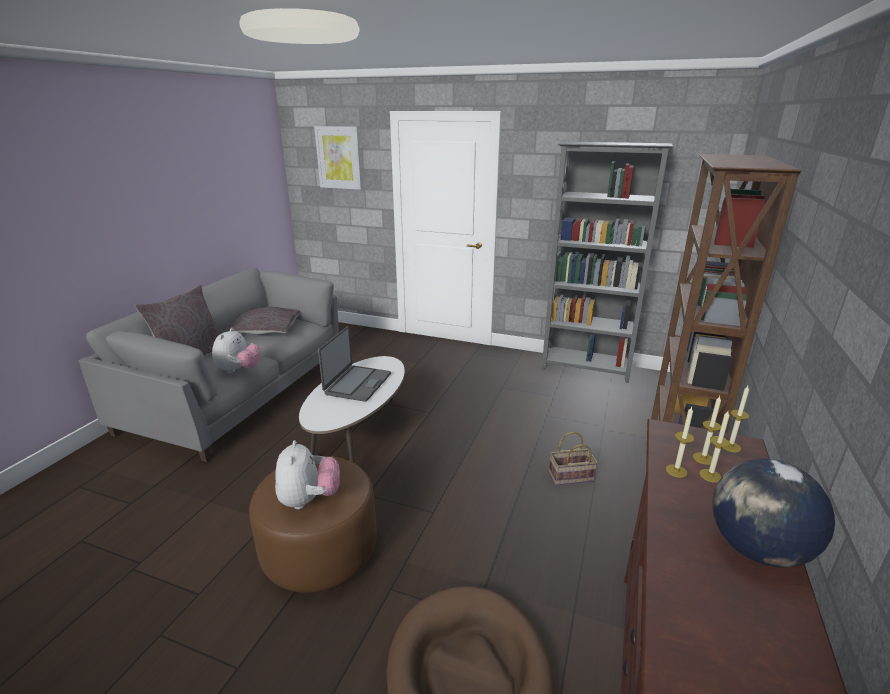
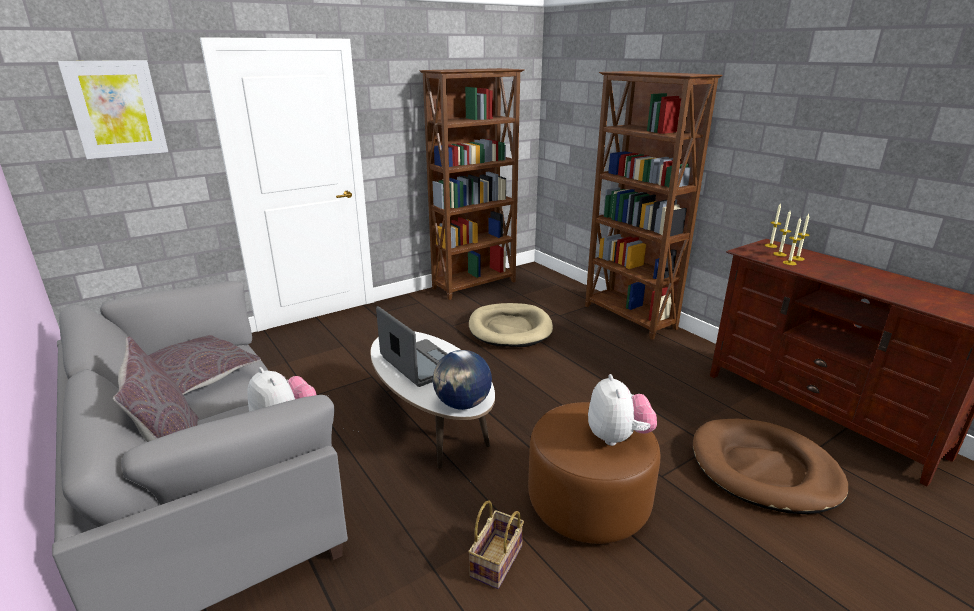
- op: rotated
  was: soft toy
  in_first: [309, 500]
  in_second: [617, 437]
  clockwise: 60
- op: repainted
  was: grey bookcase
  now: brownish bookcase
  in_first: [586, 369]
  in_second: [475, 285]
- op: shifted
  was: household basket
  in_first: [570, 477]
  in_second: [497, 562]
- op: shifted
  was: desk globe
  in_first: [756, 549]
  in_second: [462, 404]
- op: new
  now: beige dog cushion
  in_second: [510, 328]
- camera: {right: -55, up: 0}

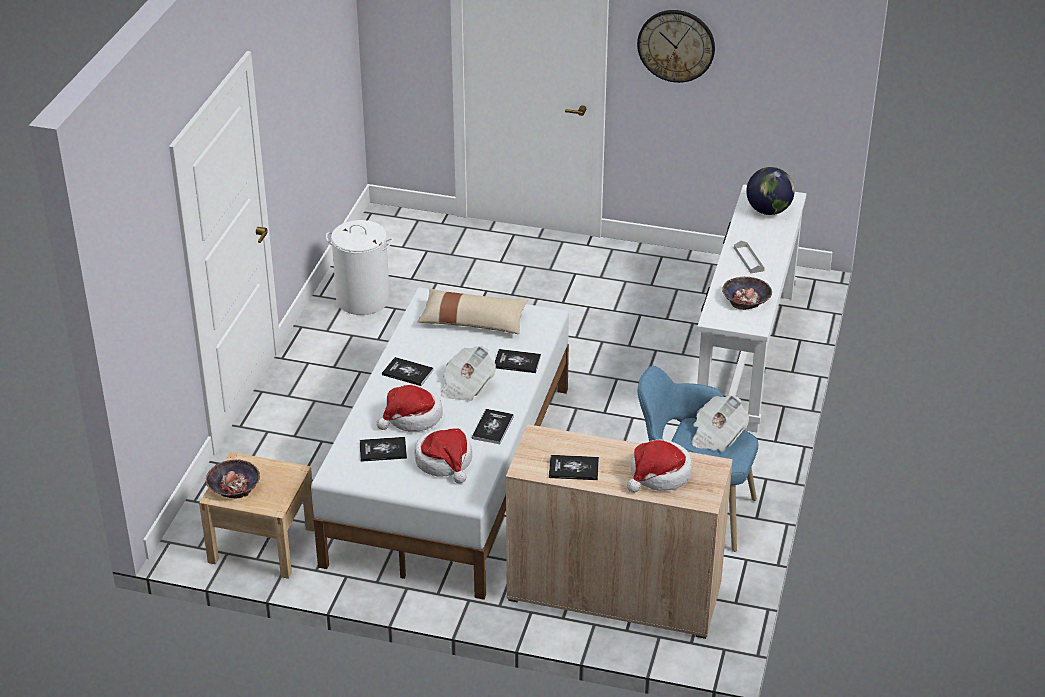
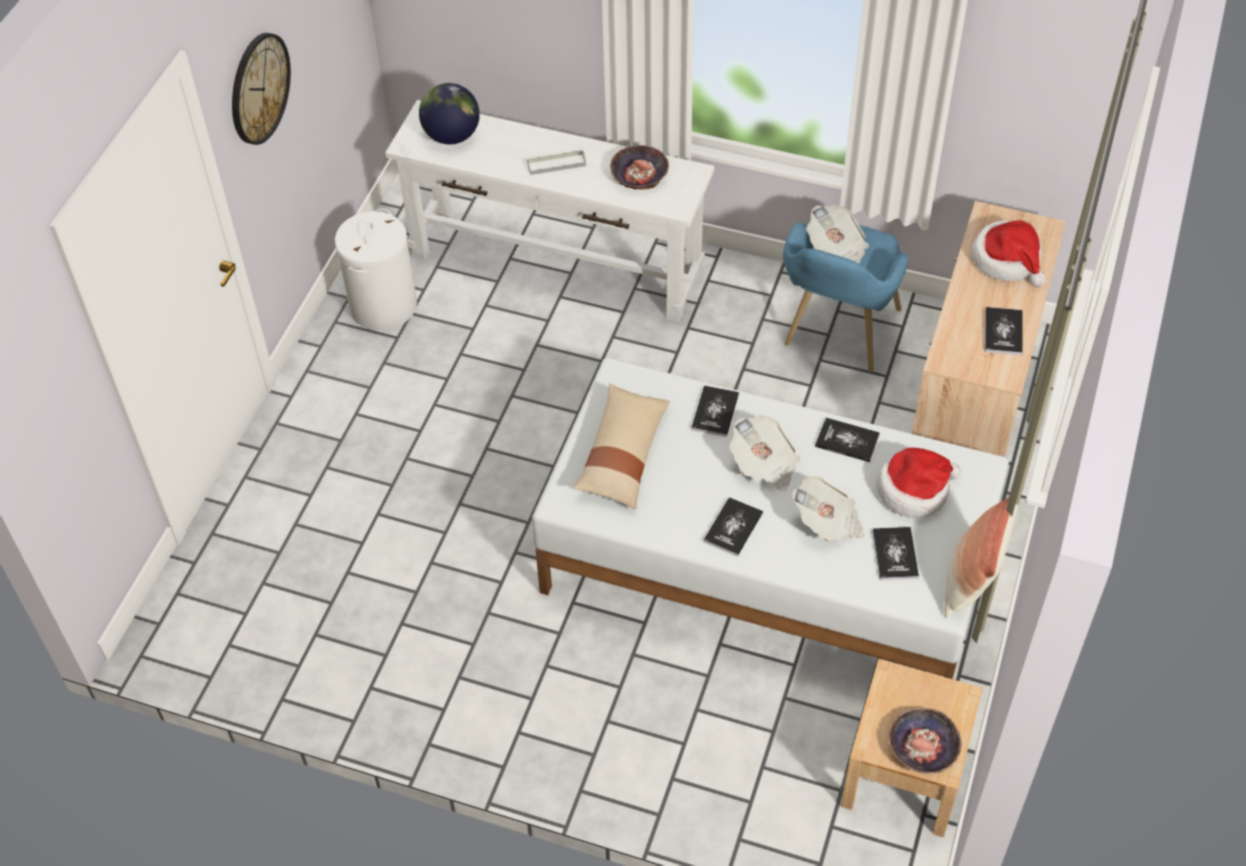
- op: shifted
  was: white-coloured laundry basket
  in_first: [363, 300]
  in_second: [383, 305]
- op: swapped
  was: hat
  now: daily paper
  in_first: [412, 417]
  in_second: [828, 523]
- op: new
  now: cushion
  in_second: [971, 580]
- camera: {right: -85, up: 15}

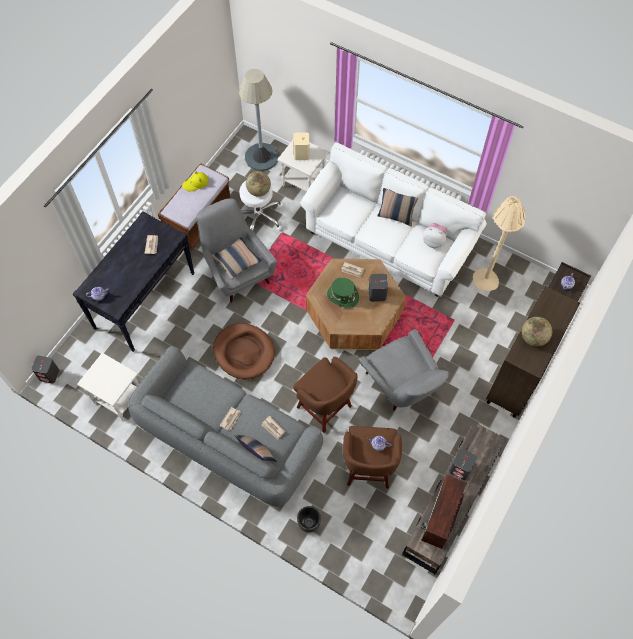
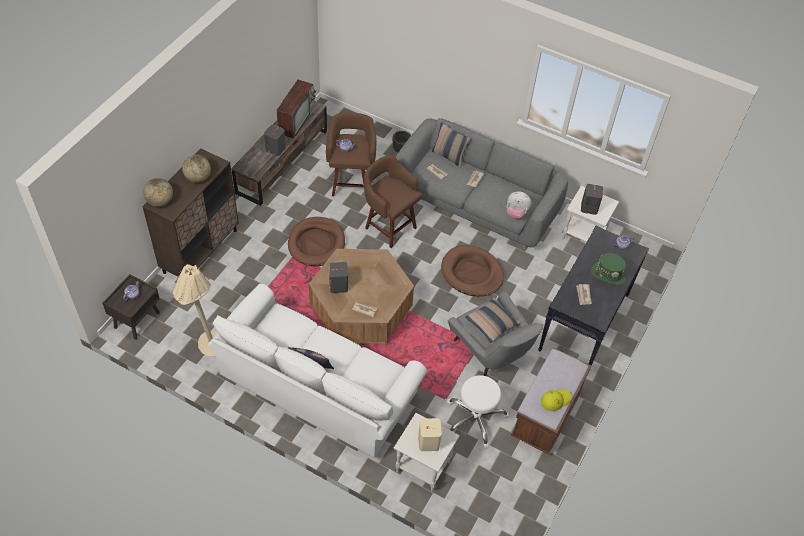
- op: shifted
  was: grey speaker
  in_first: [49, 375]
  in_second: [589, 207]
- op: gone
  was: grey standard lamp
  in_first: [261, 157]
- op: shifted
  was: desk globe
  in_first: [259, 191]
  in_second: [160, 202]
- op: shifted
  was: green-coloured hat
  in_first: [342, 296]
  in_second: [608, 274]
- op: swapped
  was: grey lounge chair
  now: brownish dog cushion
  in_first: [401, 386]
  in_second: [316, 243]
- op: shifted
  was: soft toy
  in_first: [433, 241]
  in_second: [516, 213]
- camera: {right: 175, up: -10}

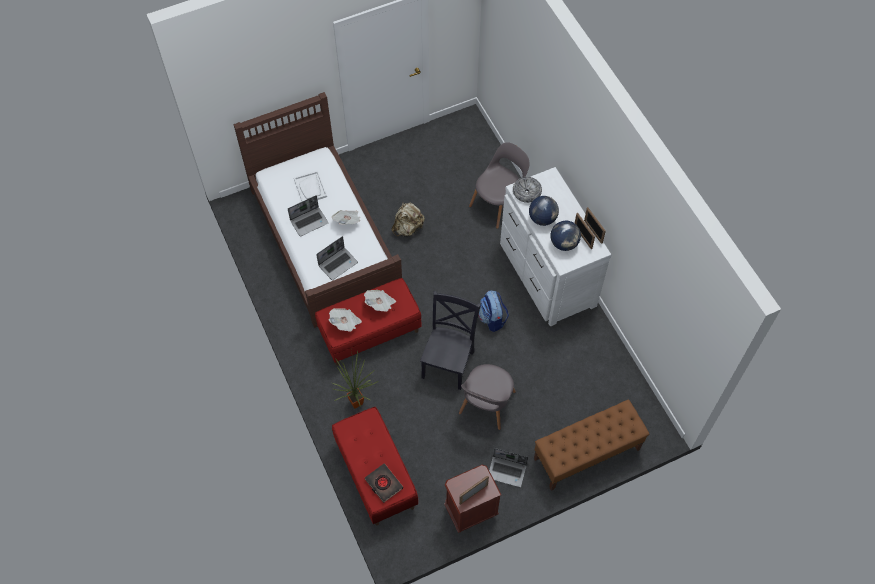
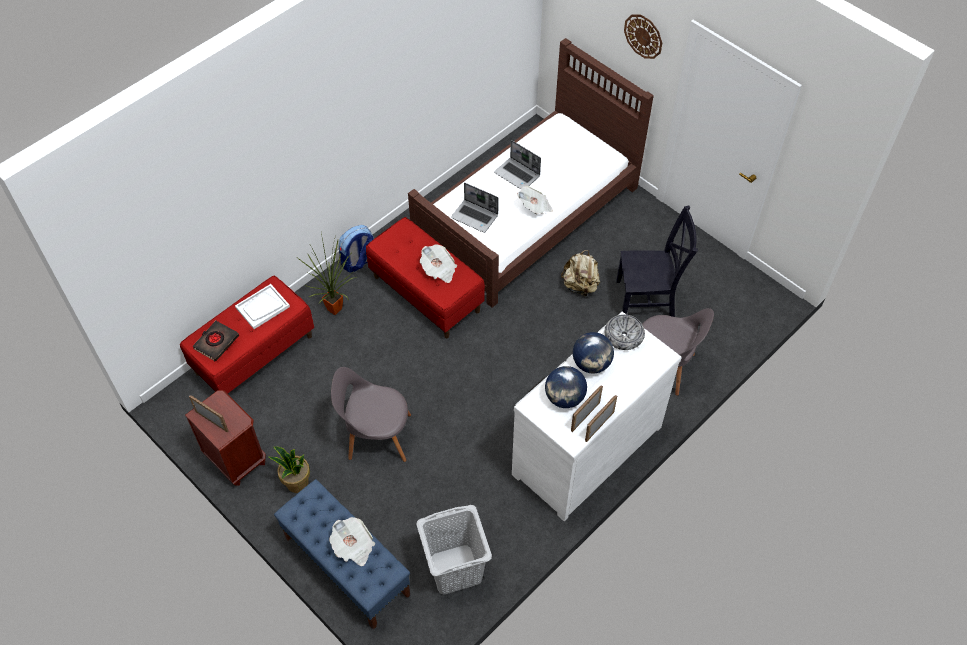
- op: shifted
  was: white-coloured serving tray
  in_first: [310, 188]
  in_second: [262, 307]
- op: shifted
  was: daily paper
  in_first: [345, 323]
  in_second: [353, 547]
- op: shifted
  was: black upright chair
  in_first: [449, 362]
  in_second: [648, 299]
- op: shifted
  was: rucksack
  in_first: [492, 319]
  in_second: [358, 262]
- op: swapped
  was: notebook computer
  now: potted plant
  in_first: [507, 471]
  in_second: [297, 483]
- op: repainted
  was: brownish bench
  now: bluish bench
  in_first: [586, 454]
  in_second: [346, 566]
- op: new
  now: grey laundry basket
  in_second: [455, 569]
- op: new
  now: wall clock
  in_second: [643, 36]
- camera: {right: 70, up: -5}

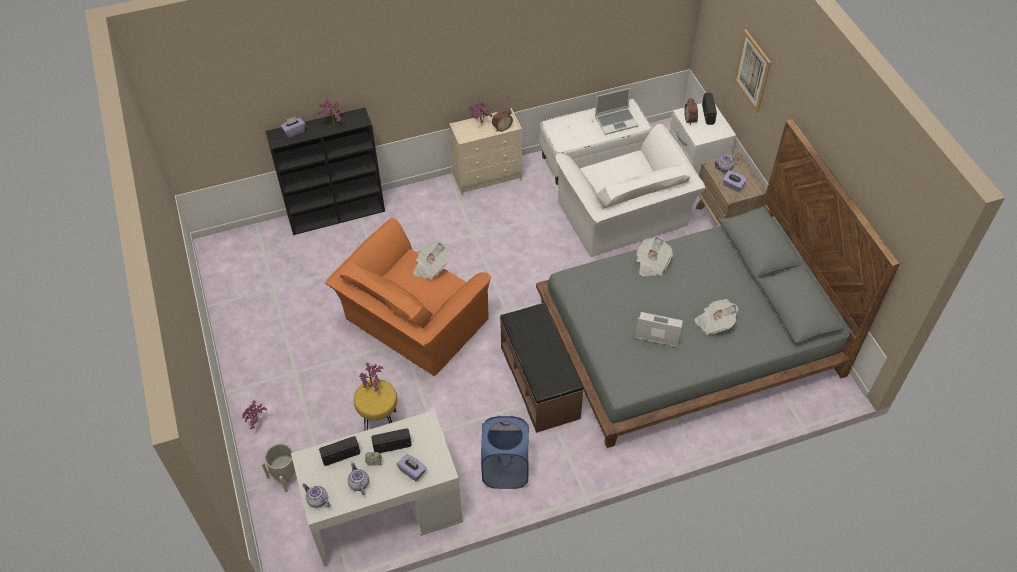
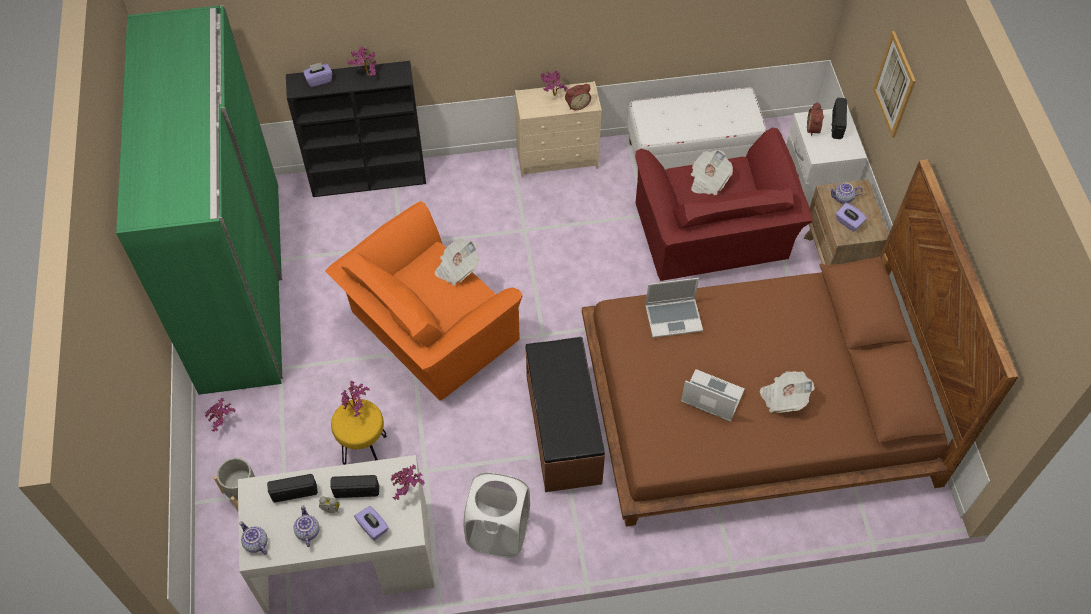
- op: repainted
  was: bluish laundry basket
  now: white-coloured laundry basket
  in_first: [505, 470]
  in_second: [498, 532]
- op: repainted
  was: grey bed
  now: brownish bed
  in_first: [688, 338]
  in_second: [755, 405]
- op: repainted
  was: white-coloured lounge chair
  now: reddish lounge chair
  in_first: [625, 218]
  in_second: [713, 237]
- op: shifted
  was: notebook computer
  in_first: [616, 121]
  in_second: [674, 318]
- op: shifted
  was: daily paper
  in_first: [651, 264]
  in_second: [708, 180]
- op: new
  now: green-coloured clothes cupboard
  in_second: [239, 285]
- op: new
  now: potted plant
  in_second: [409, 490]
- camera: {right: 10, up: 5}

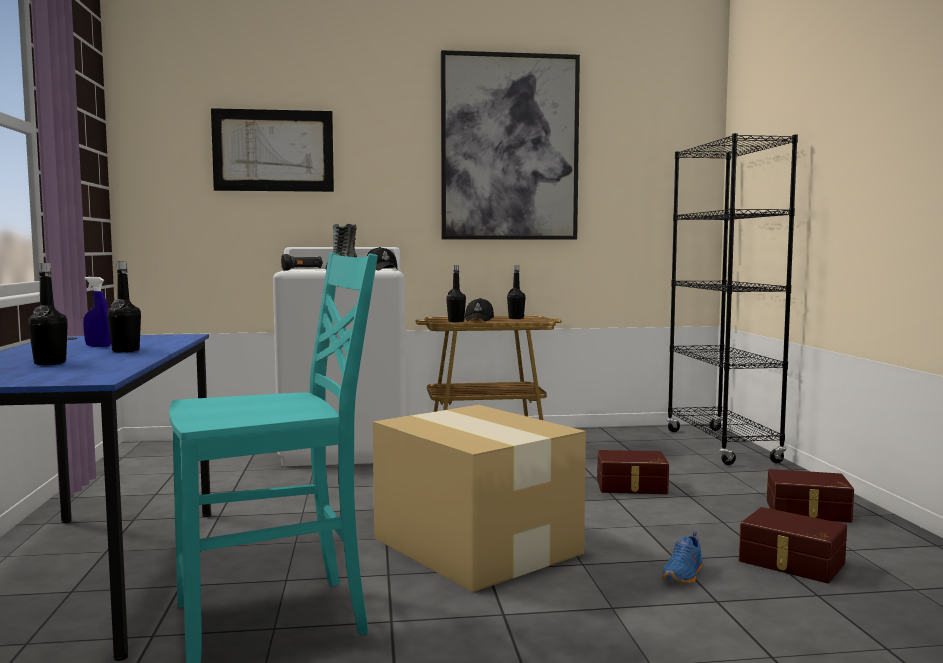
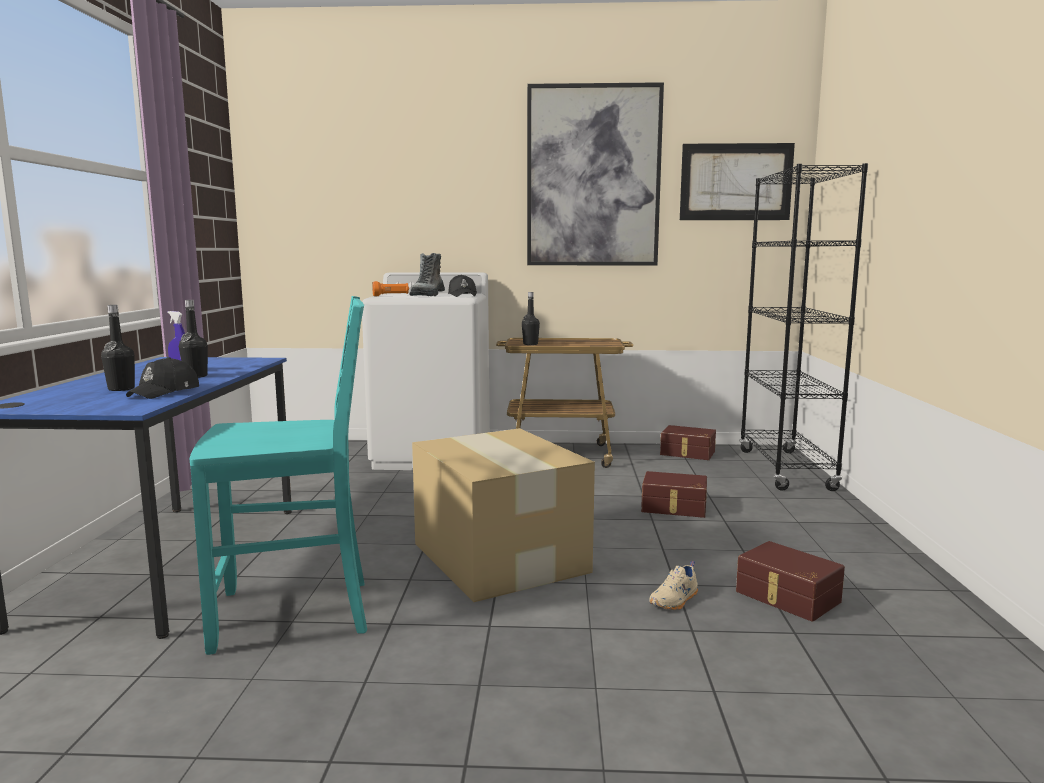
- op: shifted
  was: wall picture
  in_first: [273, 150]
  in_second: [736, 182]
- op: repainted
  was: black flashlight
  now: orange flashlight
  in_first: [302, 270]
  in_second: [391, 296]
- op: shifted
  was: black cap
  in_first: [480, 319]
  in_second: [165, 392]
- op: gone
  was: black bottle
  in_first: [516, 318]
- op: repainted
  was: bluish item of footwear
  now: beige item of footwear
  in_first: [684, 574]
  in_second: [675, 601]
- op: shifted
  was: brownish storage box
  in_first: [808, 511]
  in_second: [687, 453]
- camera: {right: 10, up: 5}

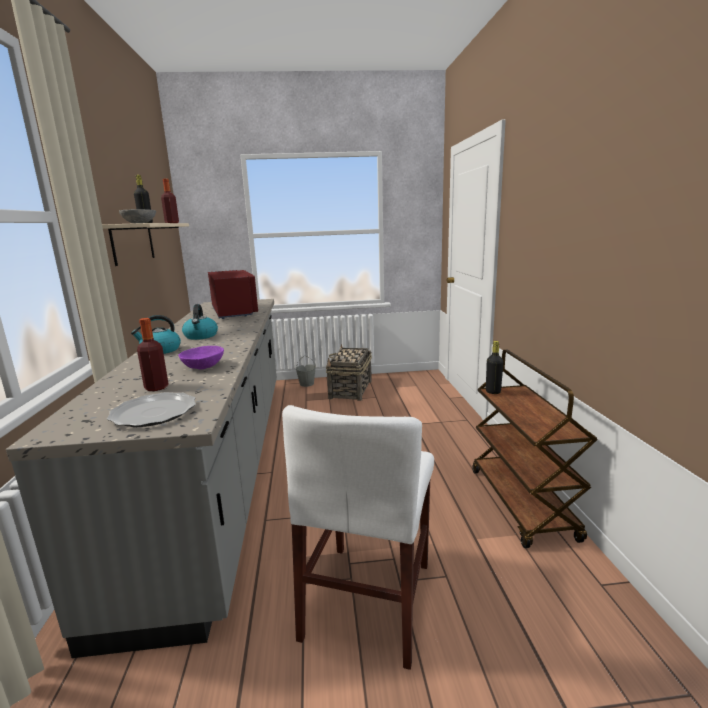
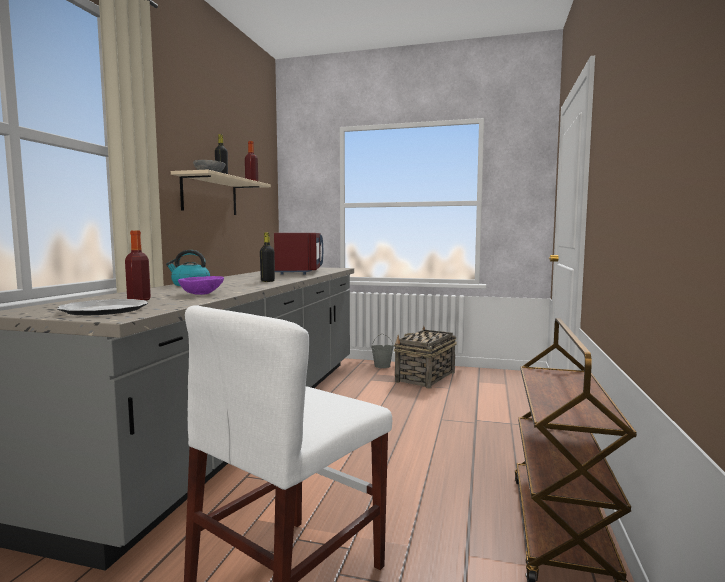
- op: gone
  was: tea kettle
  in_first: [201, 336]
- op: shifted
  was: black bottle
  in_first: [493, 391]
  in_second: [267, 281]
- camera: {right: 20, up: -10}

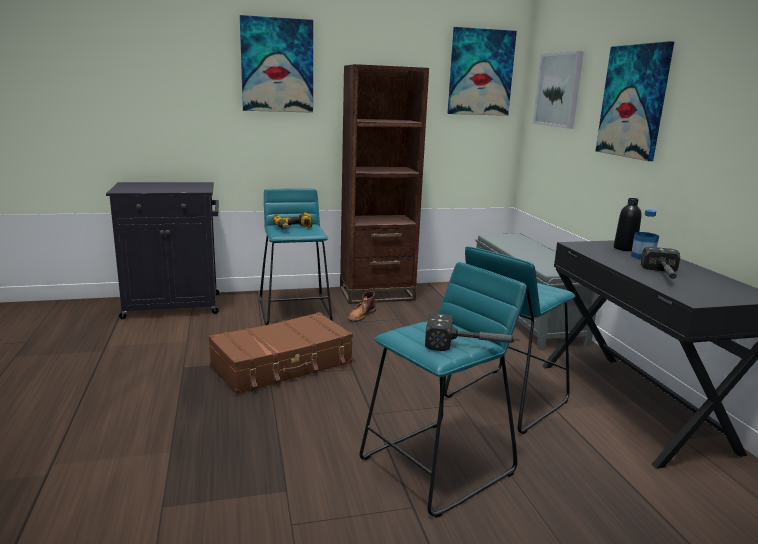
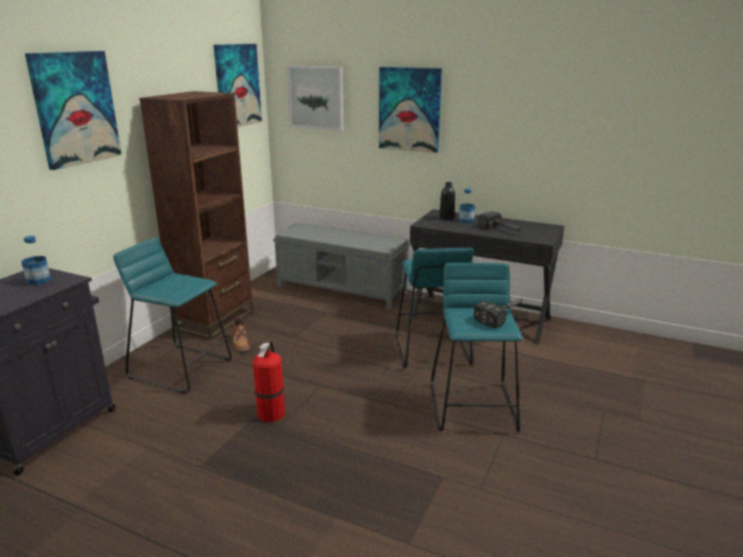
- op: swapped
  was: brownish suitcase
  now: fire extinguisher
  in_first: [283, 365]
  in_second: [271, 412]
- op: gone
  was: electric drill
  in_first: [293, 228]
- op: new
  now: bottle
  in_second: [38, 280]
- camera: {right: -50, up: 5}

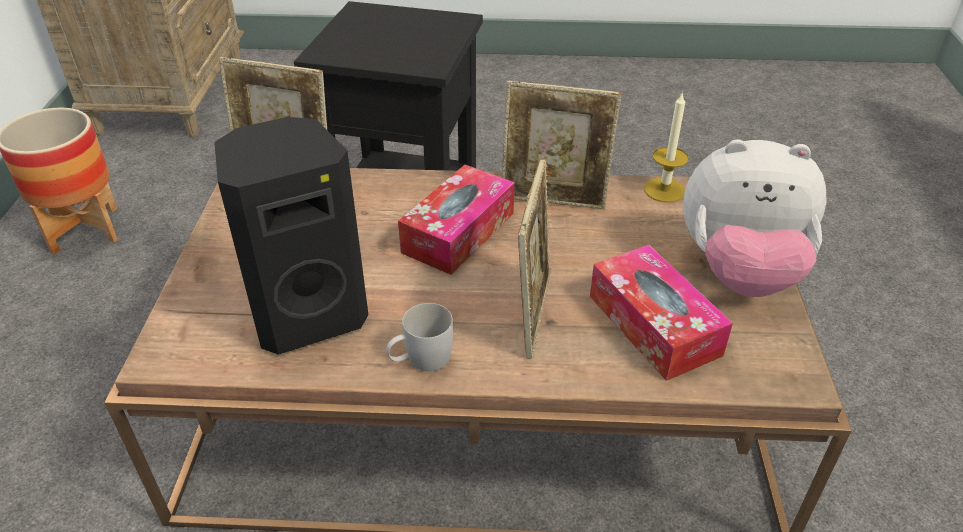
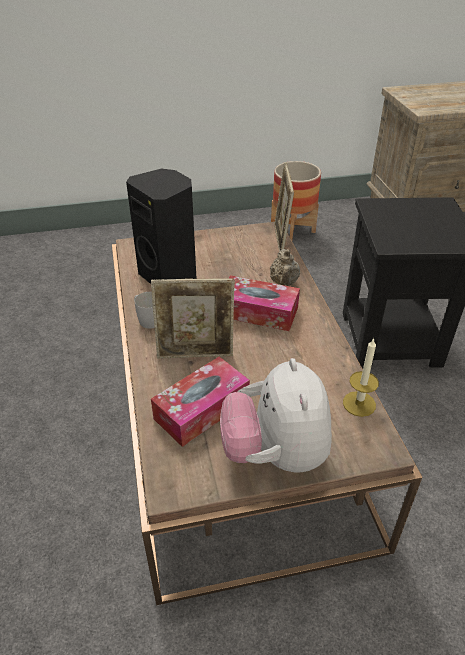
- op: gone
  was: standing frame
  in_first: [554, 200]
- op: new
  now: beige tea pot
  in_second: [284, 283]
- camera: {right: 75, up: 0}

